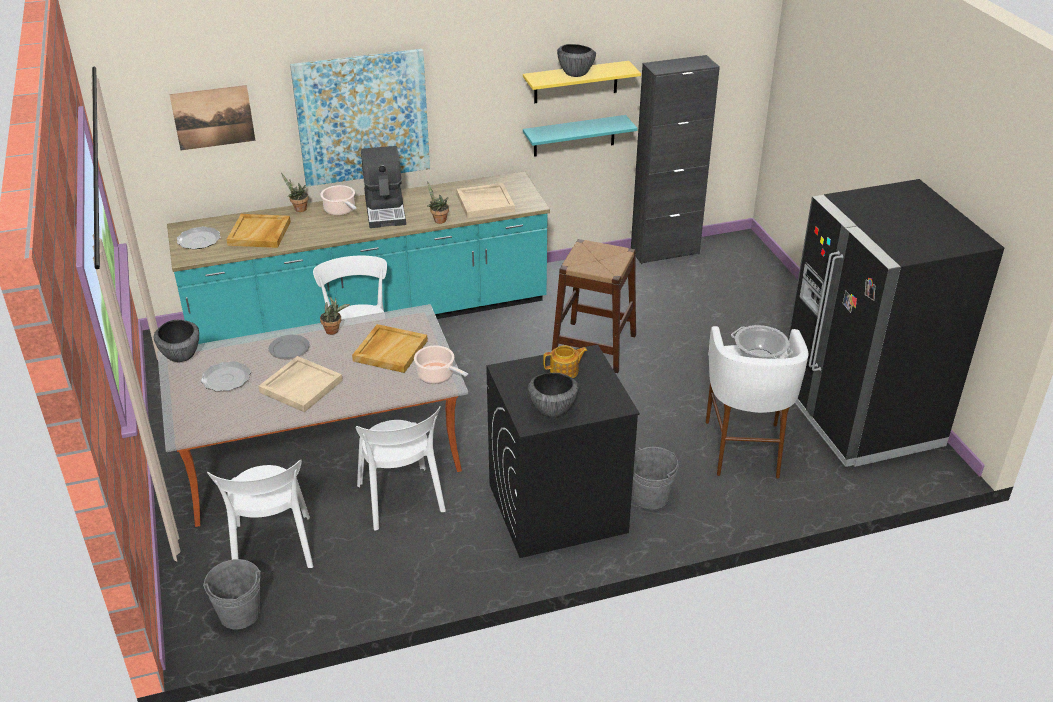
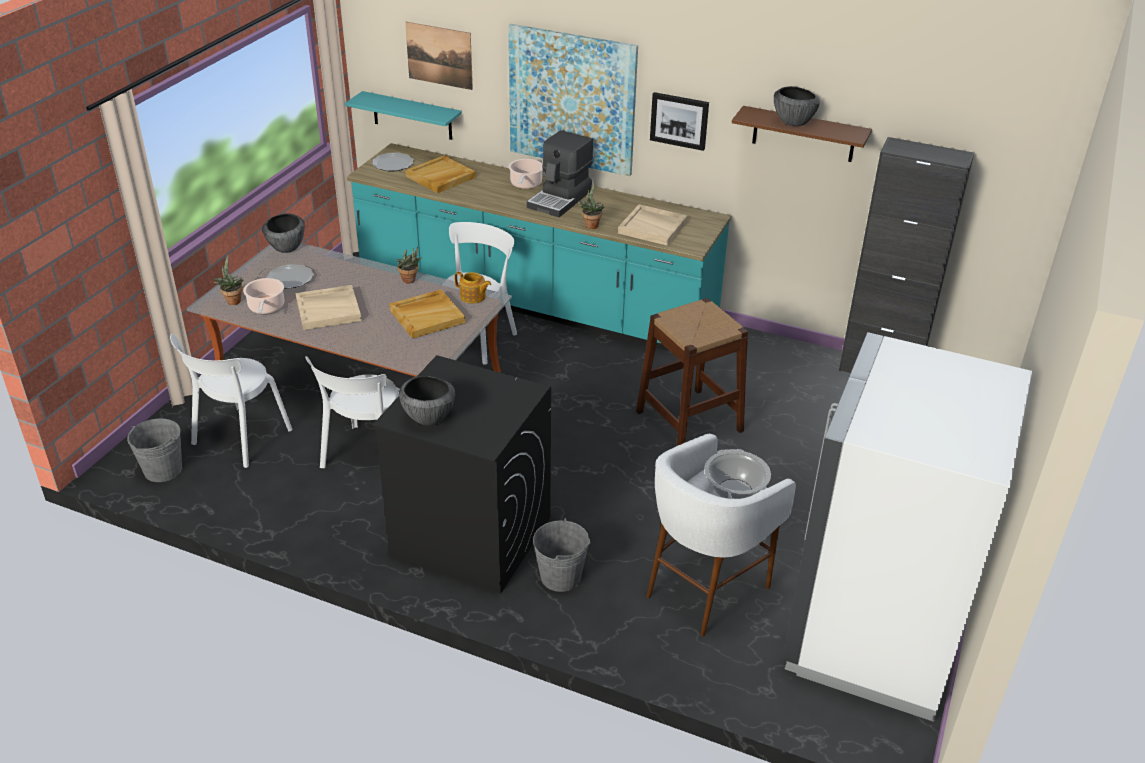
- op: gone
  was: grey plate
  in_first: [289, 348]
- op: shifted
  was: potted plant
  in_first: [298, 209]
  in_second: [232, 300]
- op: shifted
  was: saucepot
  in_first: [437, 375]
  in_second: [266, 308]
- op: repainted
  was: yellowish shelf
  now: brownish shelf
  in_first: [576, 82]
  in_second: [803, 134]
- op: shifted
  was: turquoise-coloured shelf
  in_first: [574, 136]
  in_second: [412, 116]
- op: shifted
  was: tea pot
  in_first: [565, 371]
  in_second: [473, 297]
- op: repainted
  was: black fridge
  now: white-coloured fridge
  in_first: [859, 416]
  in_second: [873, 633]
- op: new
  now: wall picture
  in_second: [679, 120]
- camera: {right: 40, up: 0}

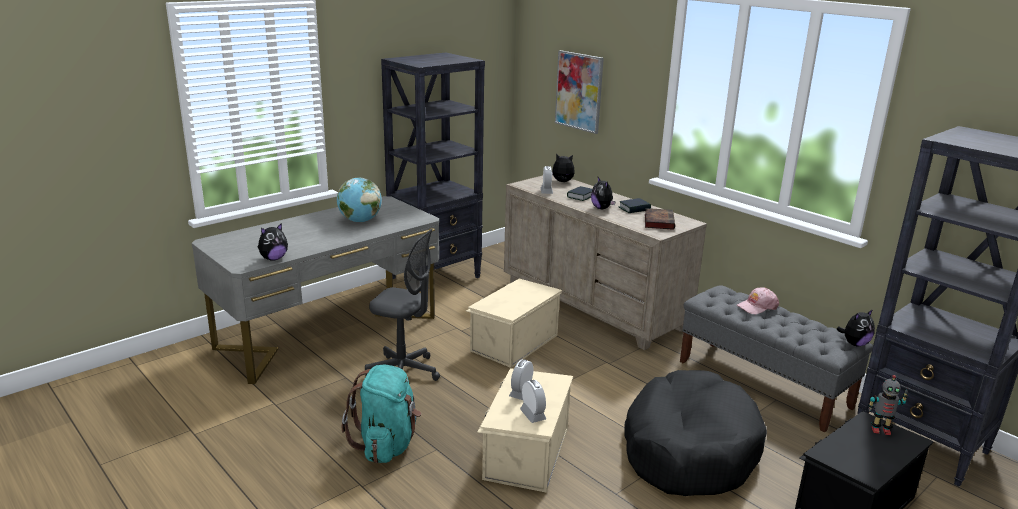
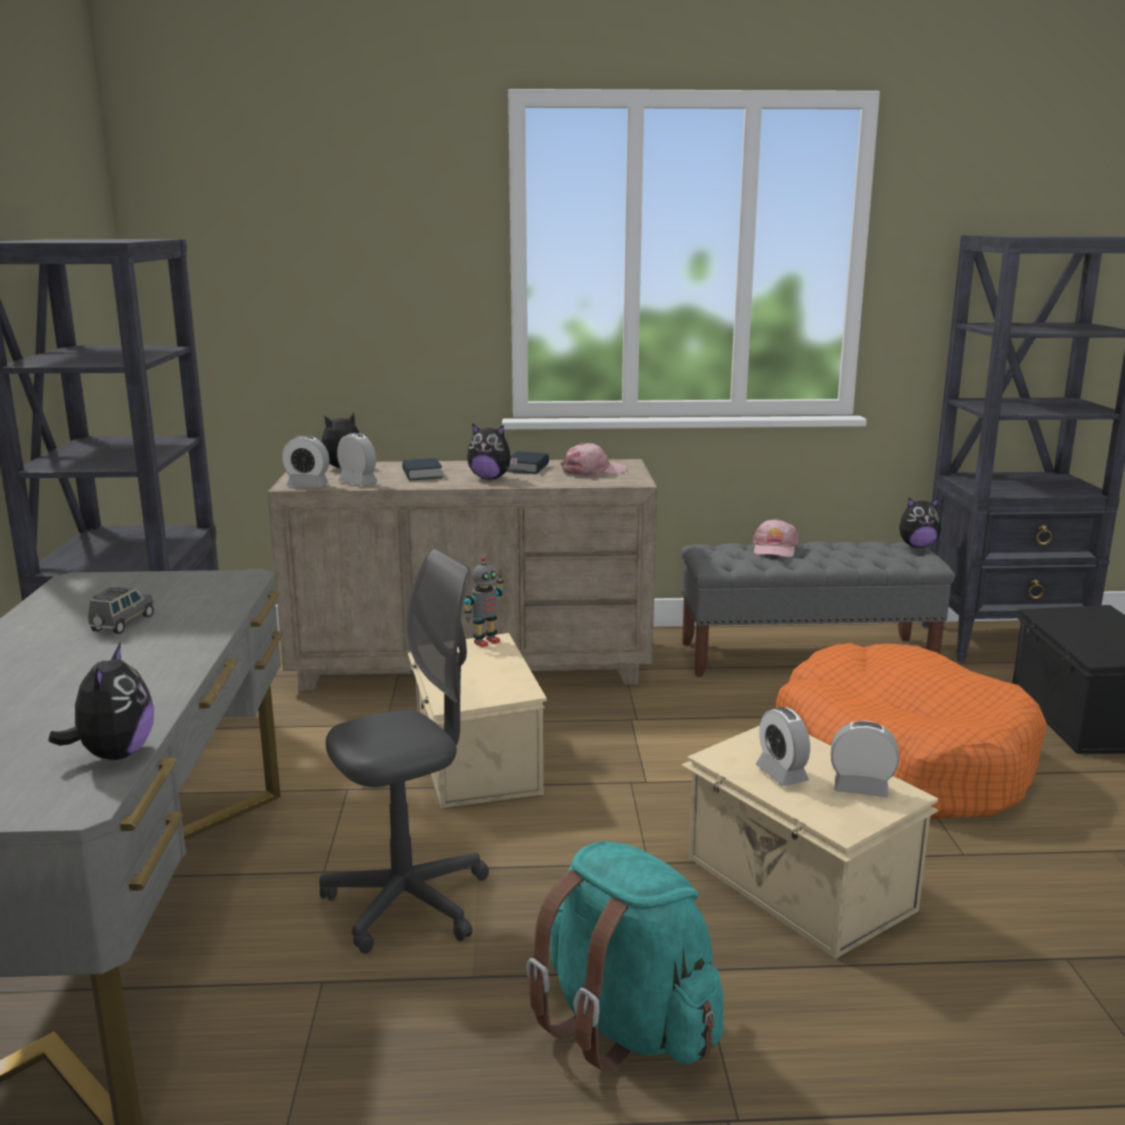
- op: swapped
  was: desk globe
  now: grey miniature car
  in_first: [360, 221]
  in_second: [122, 624]
- op: gone
  was: wall picture
  in_first: [579, 91]
- op: repainted
  was: black dog cushion
  now: orange dog cushion
  in_first: [689, 449]
  in_second: [901, 758]
- op: swapped
  was: volume
  now: pink cap
  in_first: [658, 221]
  in_second: [593, 471]
- op: rotated
  was: soft toy
  in_first: [854, 344]
  in_second: [917, 546]
  clockwise: 75
- op: shifted
  was: robot figure
  in_first: [880, 430]
  in_second: [485, 642]
- op: new
  now: bedside clock
  in_second: [307, 485]
- camera: {right: -50, up: -5}

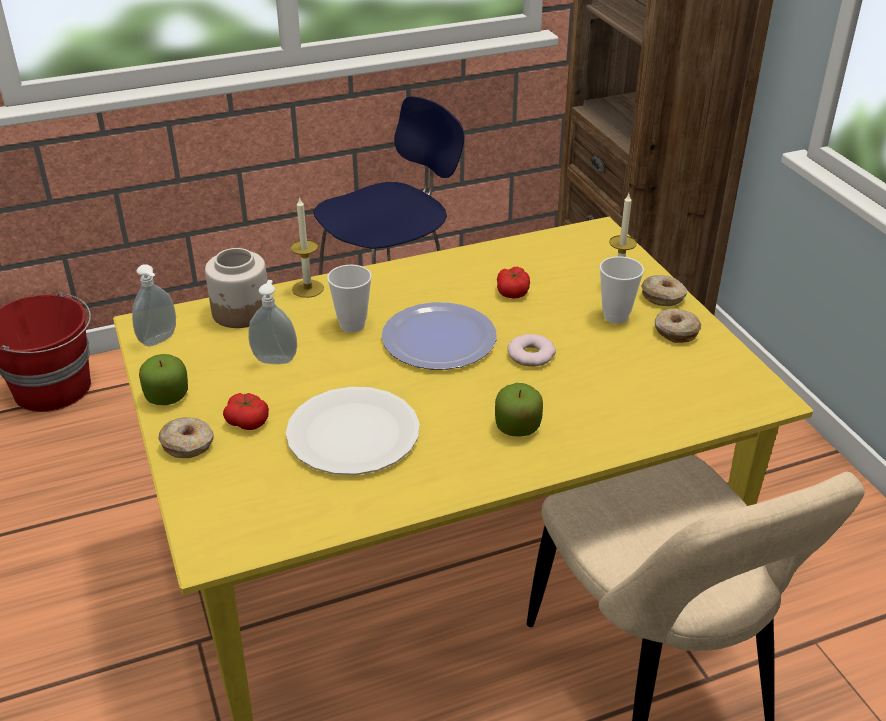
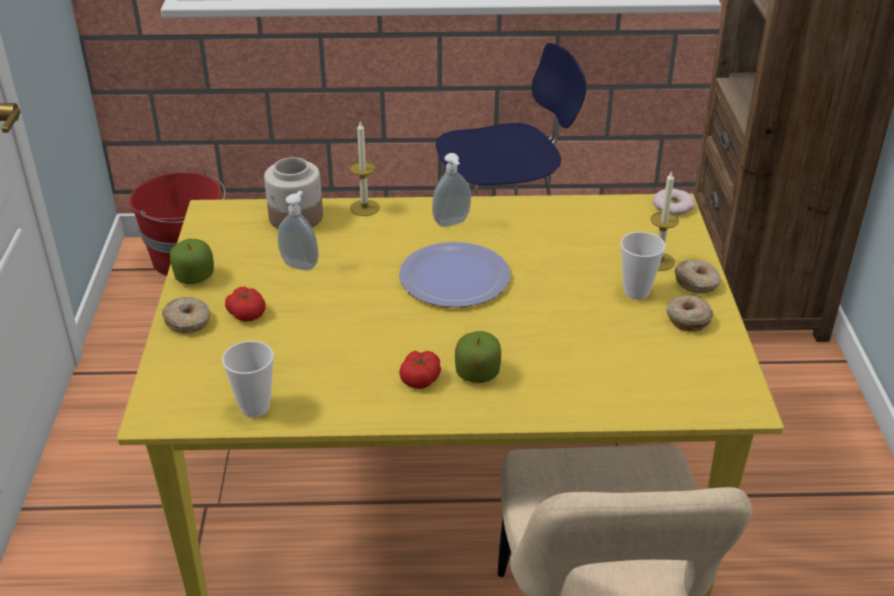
- op: shifted
  was: soap bottle
  in_first: [160, 340]
  in_second: [452, 223]
- op: gone
  was: white-coloured plate
  in_first: [353, 433]
- op: shifted
  was: small cup
  in_first: [352, 325]
  in_second: [255, 407]
- op: shifted
  was: tomato
  in_first: [513, 291]
  in_second: [420, 378]
- op: shifted
  was: ring doughnut
  in_first: [531, 355]
  in_second: [673, 206]
- camera: {right: 20, up: 0}

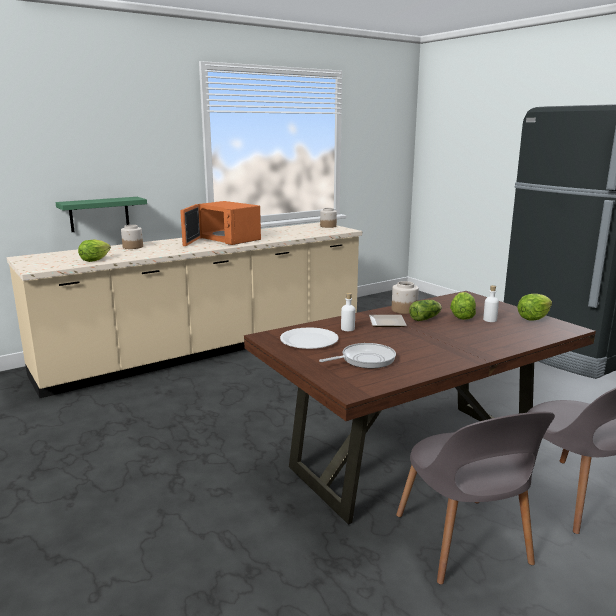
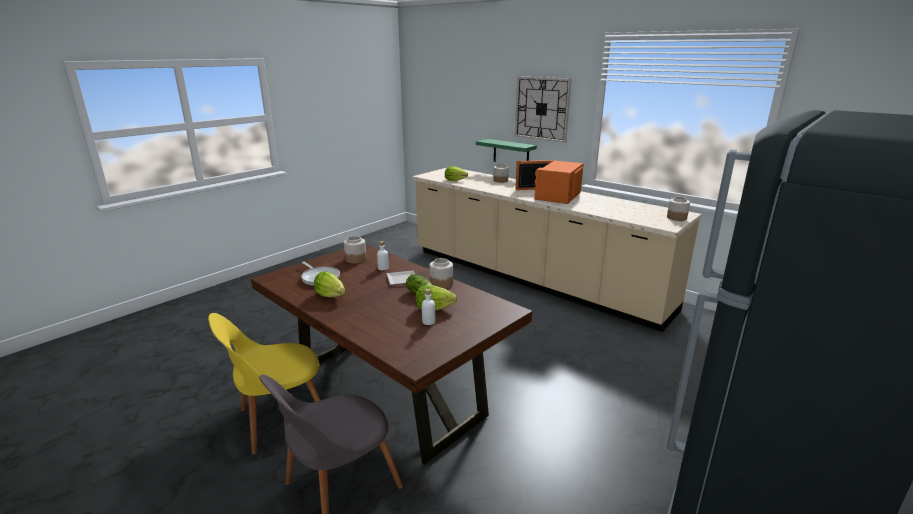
- op: swapped
  was: white-coloured plate
  now: storage jar
  in_first: [309, 340]
  in_second: [356, 259]
- op: repainted
  was: grey upright chair
  now: yellowish upright chair
  in_first: [463, 543]
  in_second: [279, 420]
- op: shifted
  was: lettuce
  in_first: [533, 318]
  in_second: [330, 295]
- op: new
  now: wall clock
  in_second: [542, 109]
- camera: {right: 75, up: 5}

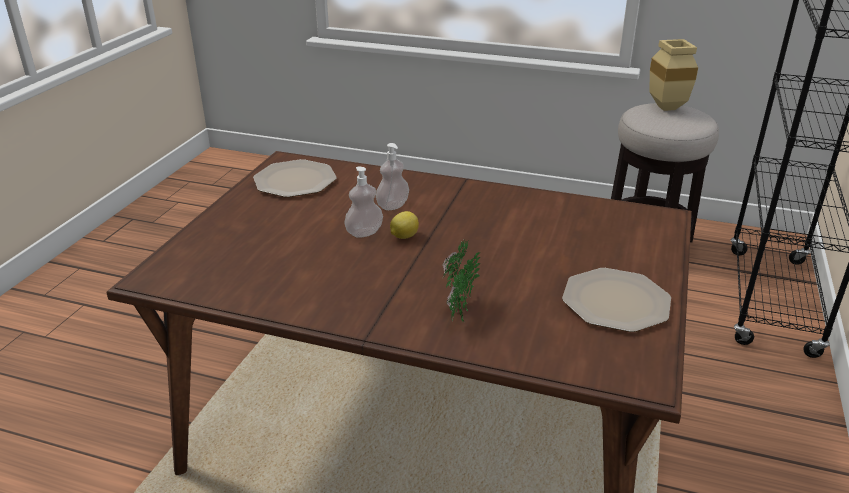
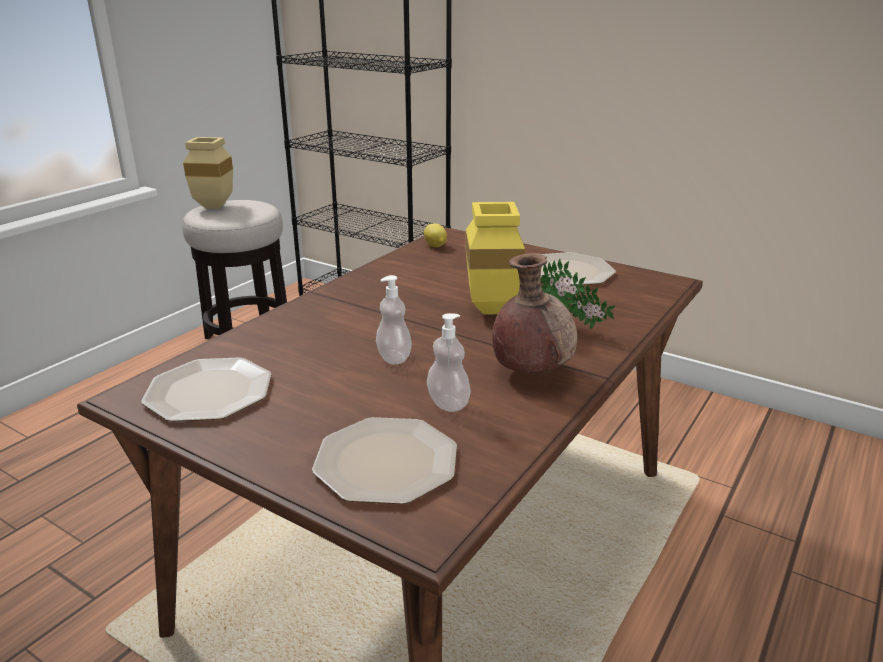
- op: shifted
  was: soap bottle
  in_first: [392, 206]
  in_second: [448, 403]
- op: shifted
  was: citrus fruit
  in_first: [403, 236]
  in_second: [435, 246]
- op: new
  now: plate
  in_second: [386, 461]
- op: new
  now: yellowish vase
  in_second: [489, 308]
- op: new
  now: brownish vase
  in_second: [530, 372]
- camera: {right: -75, up: -5}

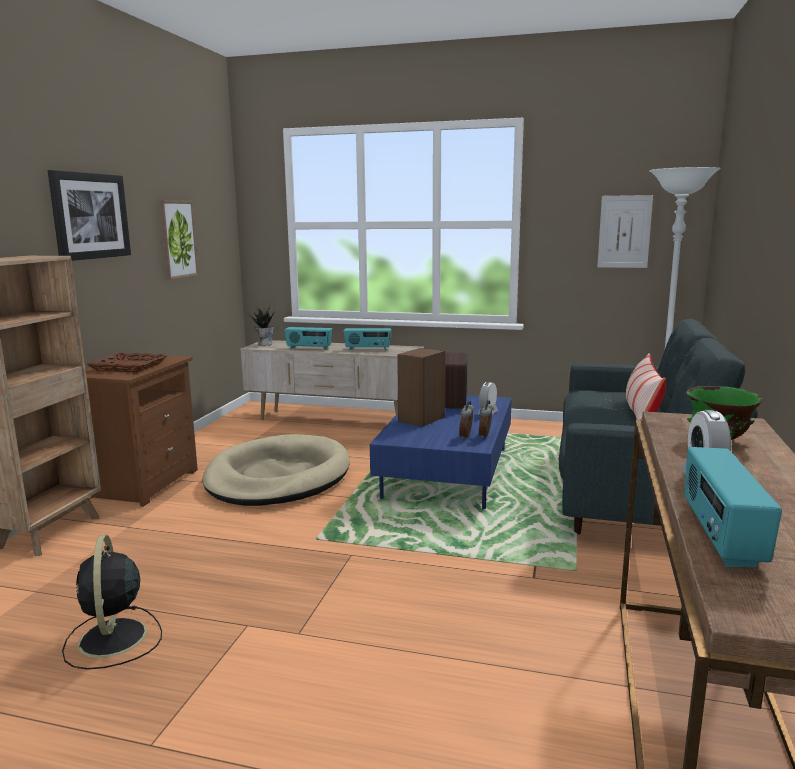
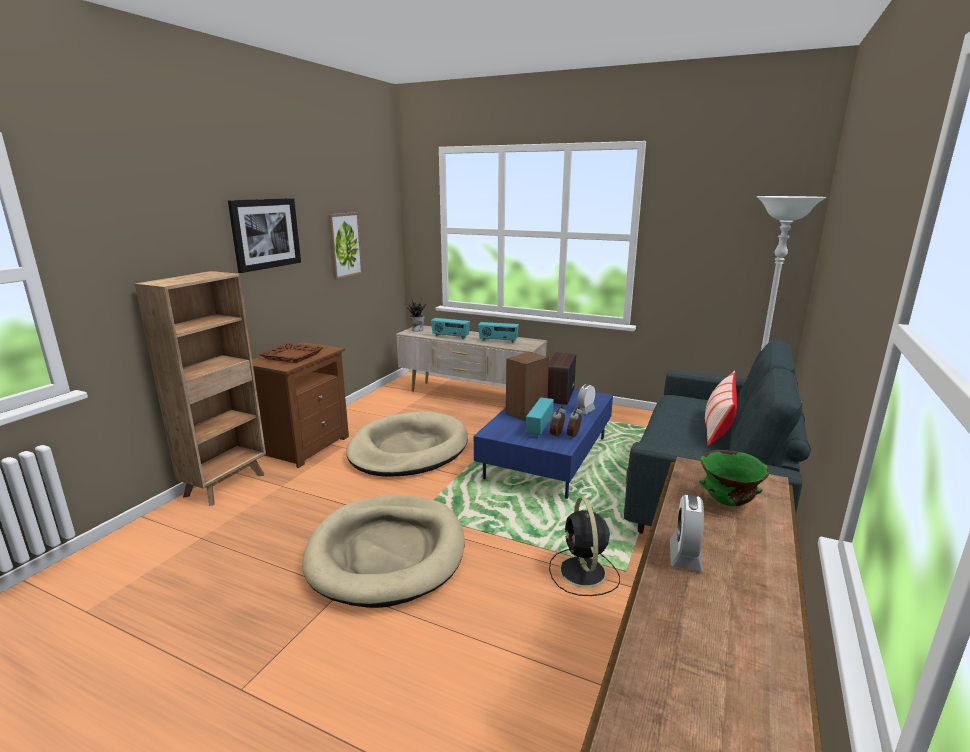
- op: shifted
  was: black electric fan
  in_first: [112, 639]
  in_second: [583, 573]
- op: gone
  was: wall picture
  in_first: [624, 232]
- op: shifted
  was: radio
  in_first: [720, 536]
  in_second: [539, 428]
- op: new
  now: beige dog cushion
  in_second: [387, 552]
- camera: {right: 10, up: 5}

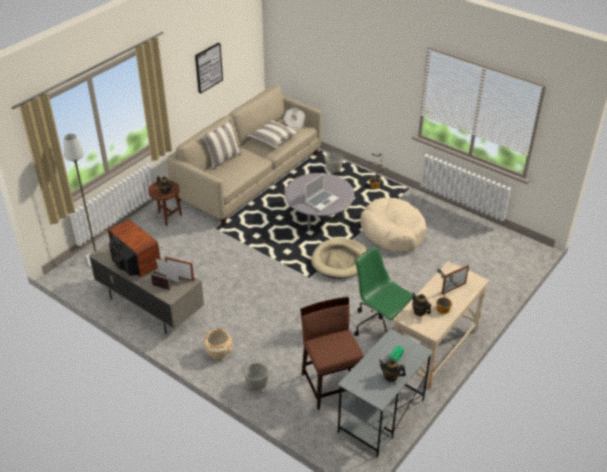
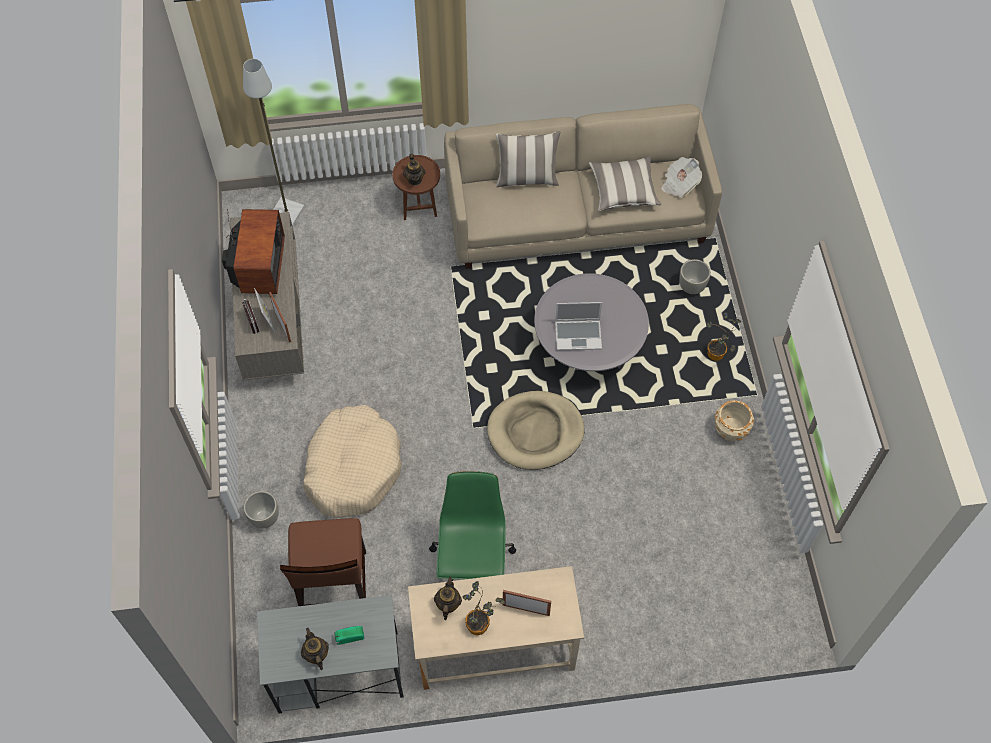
- op: gone
  was: wall picture
  in_first: [208, 67]
- op: shifted
  was: beige plant pot
  in_first: [219, 353]
  in_second: [730, 430]
- op: rotated
  was: brownish upright chair
  in_first: [330, 385]
  in_second: [334, 586]
  clockwise: 150
- op: shifted
  was: beige dog cushion
  in_first: [392, 232]
  in_second: [353, 468]
- camera: {right: 45, up: 20}

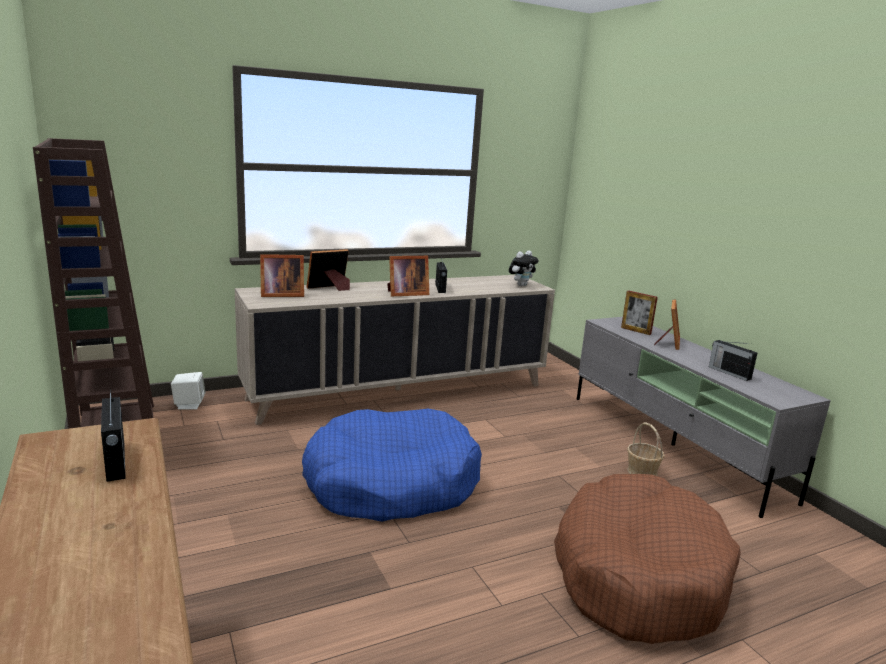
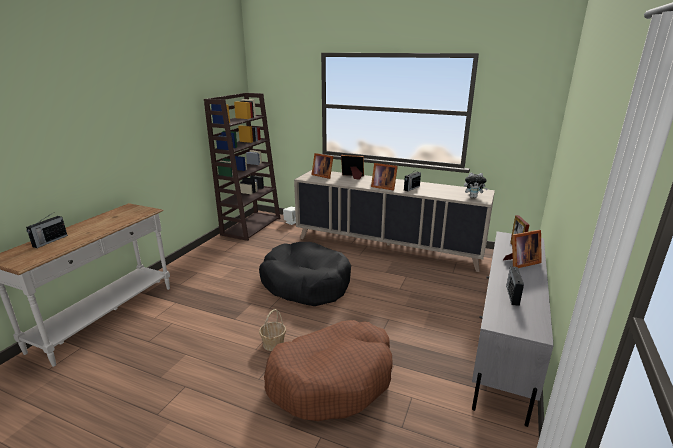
- op: shifted
  was: radio
  in_first: [115, 461]
  in_second: [49, 241]
- op: repainted
  was: bluish dog cushion
  now: black dog cushion
  in_first: [391, 483]
  in_second: [306, 283]
- op: shifted
  was: household basket
  in_first: [642, 472]
  in_second: [273, 343]
- camera: {right: 50, up: 5}

